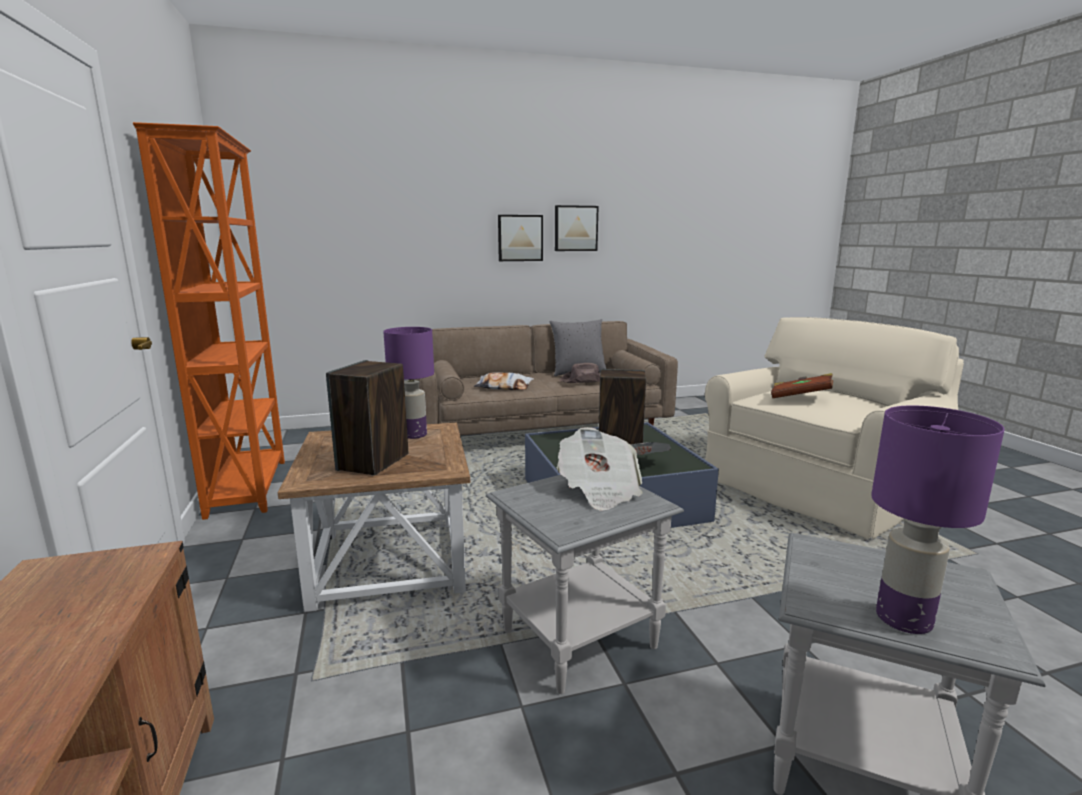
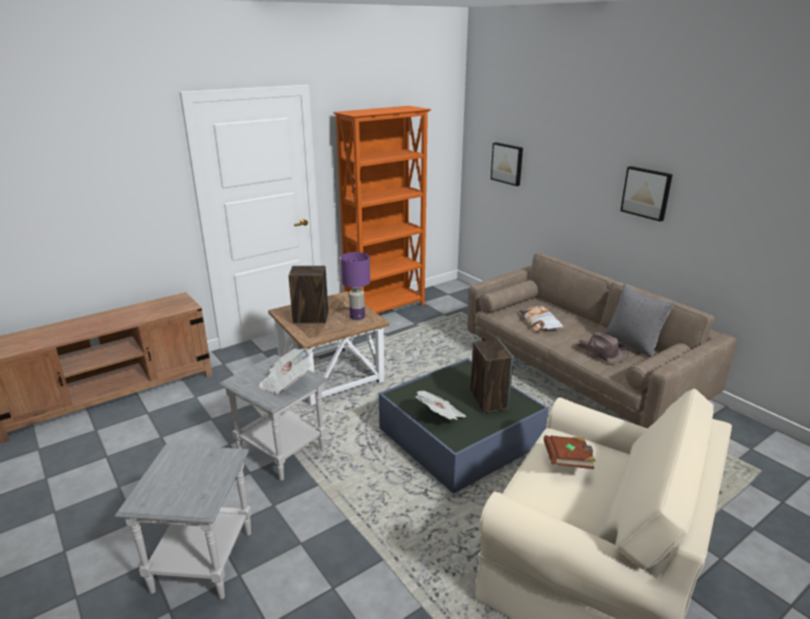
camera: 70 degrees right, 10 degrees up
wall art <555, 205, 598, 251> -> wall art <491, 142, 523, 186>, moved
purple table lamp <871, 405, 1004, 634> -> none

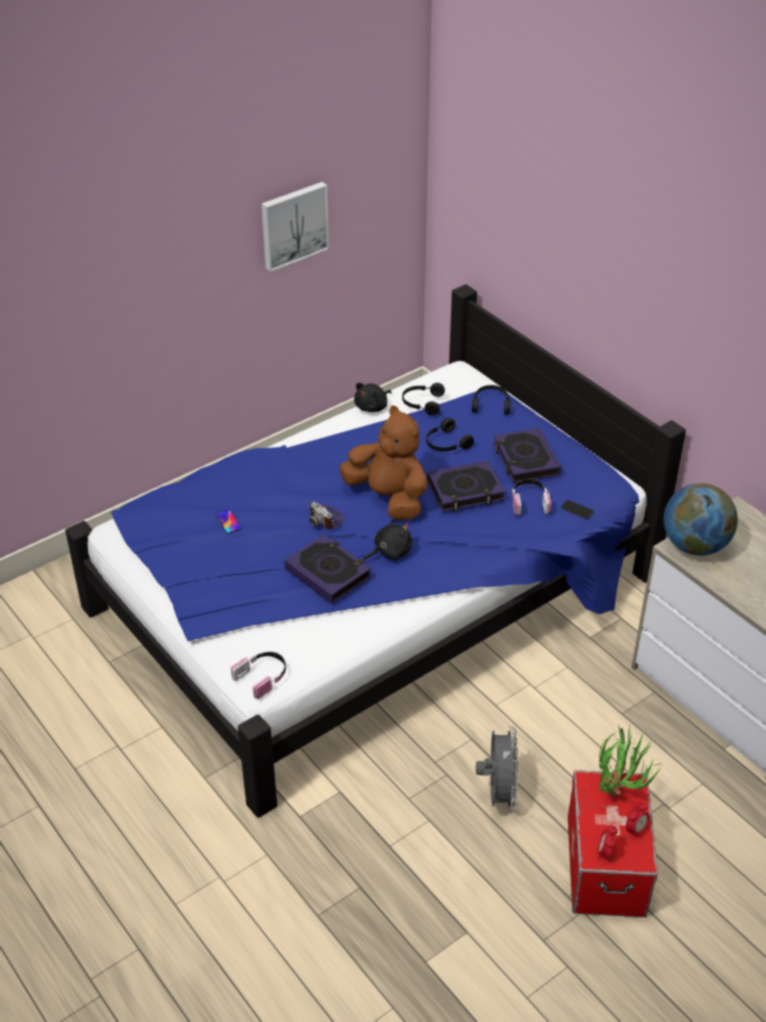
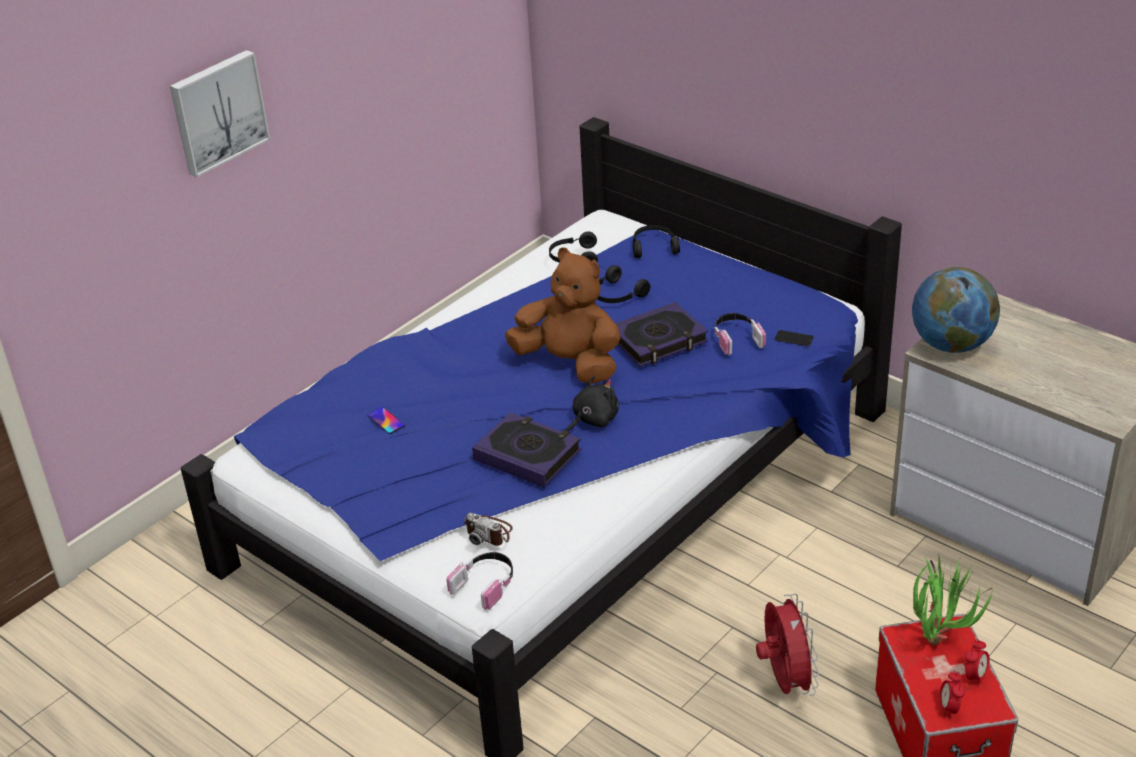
camera: 10 degrees left, 5 degrees down
wall art <261, 182, 329, 272> -> wall art <170, 50, 270, 177>, moved
still camera <309, 502, 344, 529> -> still camera <464, 513, 513, 546>, moved
grey fan <476, 726, 518, 812> -> reddish fan <756, 594, 819, 696>
blackish soft toy <354, 383, 392, 412> -> none
volume <493, 428, 561, 483> -> none

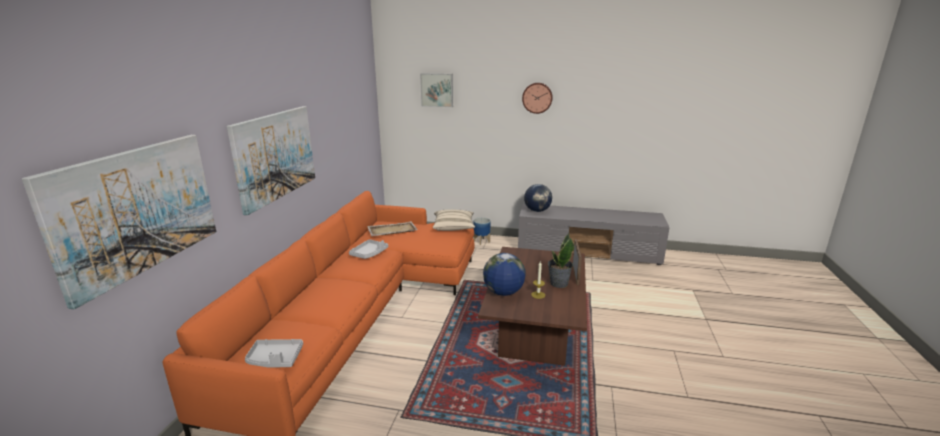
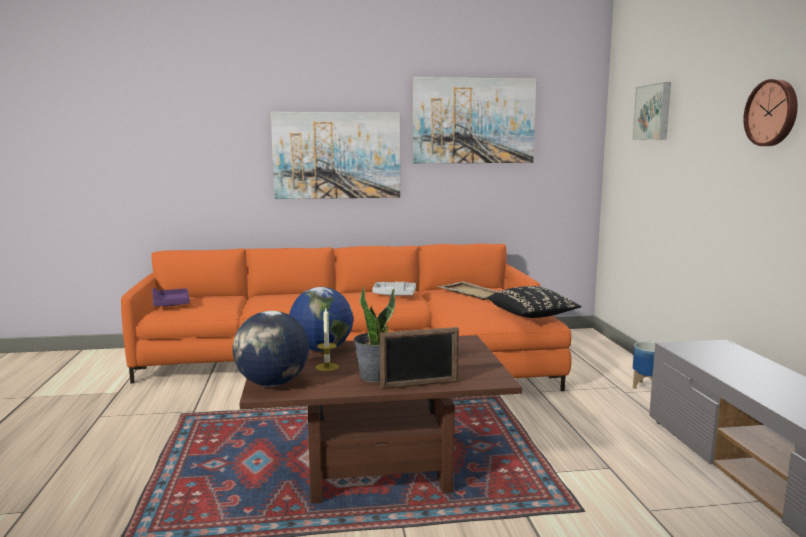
camera: 70 degrees right, 10 degrees down
grey carrying tray <245, 339, 303, 368> -> purple carrying tray <152, 288, 190, 306>
world globe <524, 184, 552, 212> -> world globe <232, 311, 309, 387>, moved
wall art <22, 135, 216, 309> -> wall art <413, 77, 537, 163>, moved
sand-coloured pillow <433, 210, 475, 231> -> blackish pillow <488, 286, 581, 318>

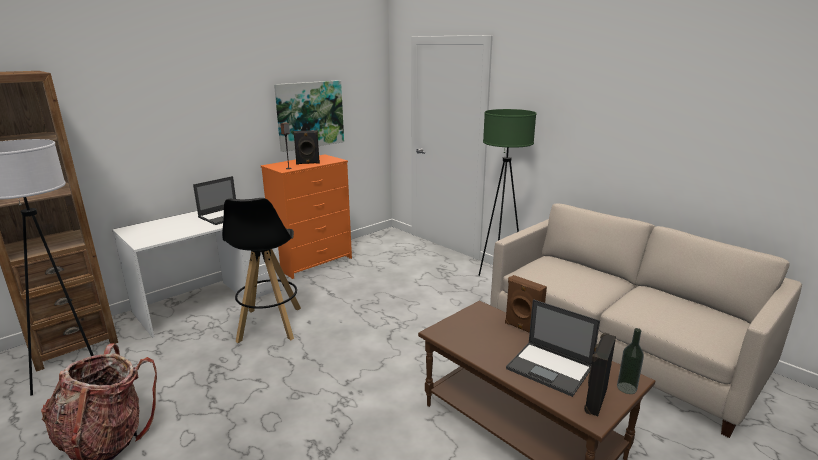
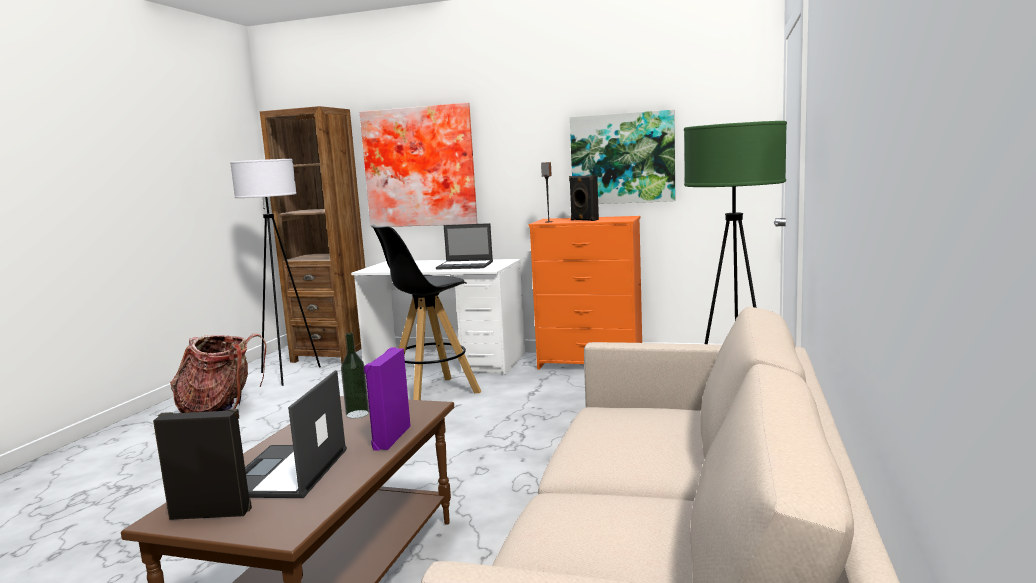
camera: 60 degrees right, 10 degrees down
bottle <617, 328, 644, 394> -> bottle <341, 333, 369, 418>, moved
none -> wall art <360, 103, 477, 227>
brown speaker <505, 275, 547, 333> -> purple speaker <364, 348, 411, 451>

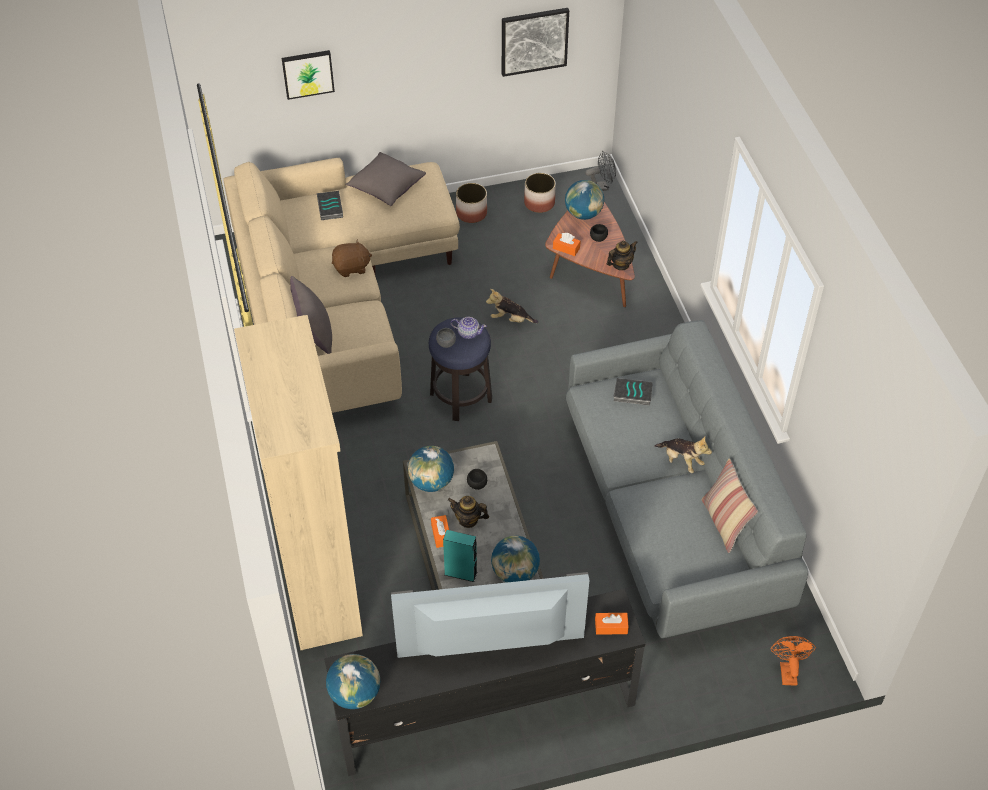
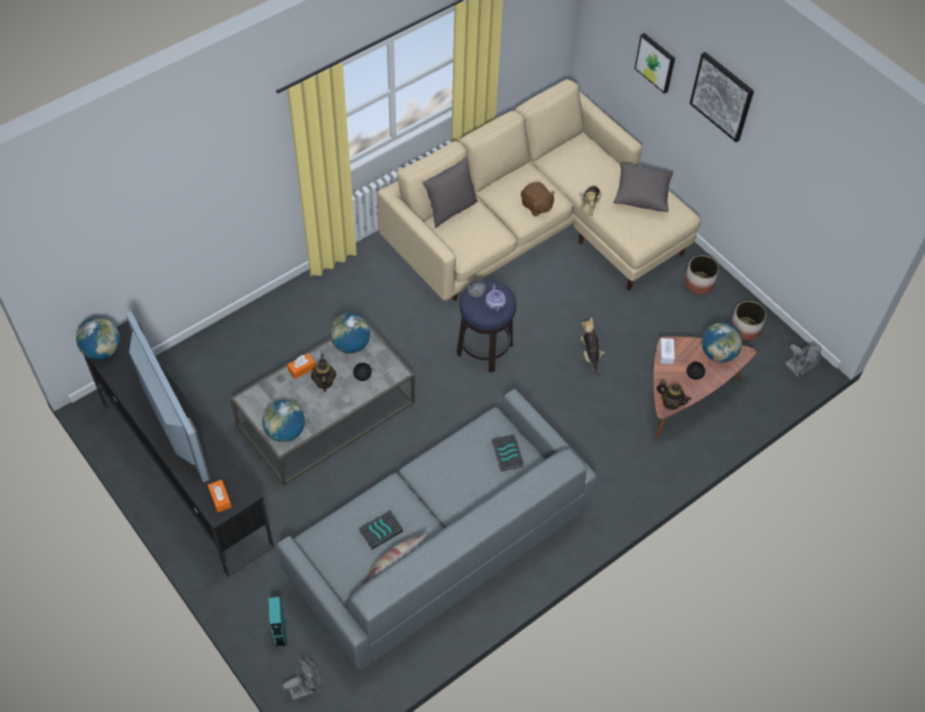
camera: 65 degrees right, 5 degrees up
blue-green speaker <443, 530, 477, 582> -> blue-green speaker <268, 597, 287, 647>, moved
orange-coloured fan <771, 636, 816, 686> -> grey fan <282, 656, 321, 701>
volume <317, 191, 343, 220> -> volume <359, 510, 403, 550>, moved
soft toy <654, 437, 712, 473> -> soft toy <578, 186, 601, 216>, moved
orange-coloured box of tissues <553, 233, 580, 256> -> whitish box of tissues <659, 338, 675, 364>
wall art <502, 8, 569, 77> -> wall art <690, 52, 754, 142>, moved
sand-coloured shelving unit <234, 315, 363, 650> -> none

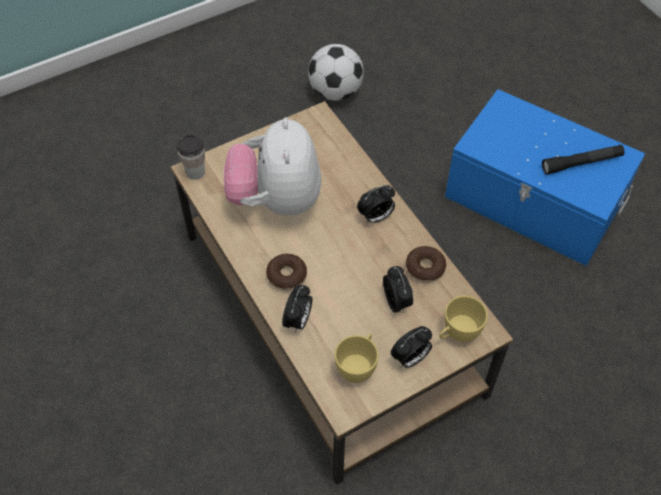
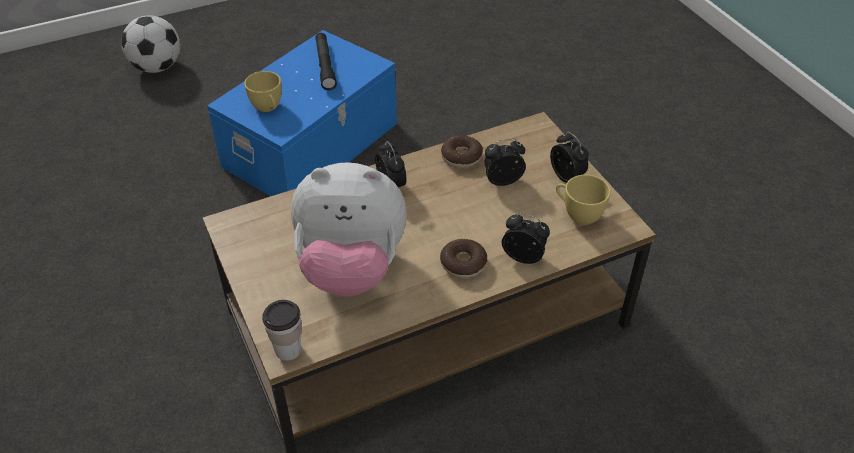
camera: 85 degrees left, 10 degrees down
football <308, 44, 364, 101> -> football <121, 15, 180, 73>, moved
yellow drinking cup <439, 296, 488, 342> -> yellow drinking cup <244, 71, 282, 112>, moved

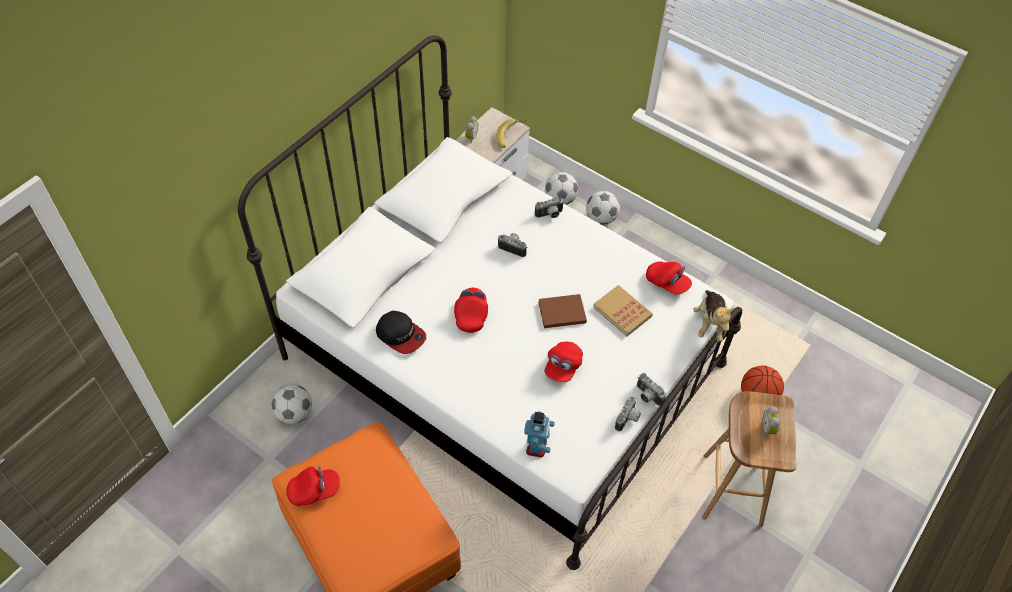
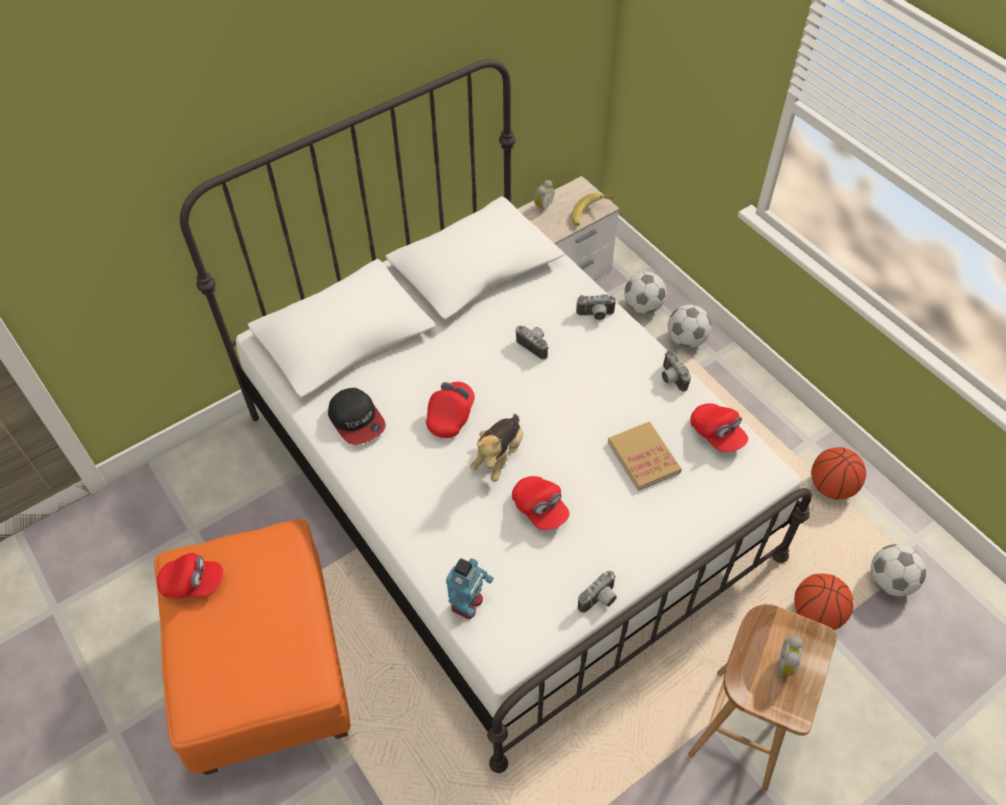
camera: 20 degrees right, 0 degrees up
soft toy <693, 290, 734, 342> -> soft toy <470, 414, 523, 482>, moved
reddish peaked cap <544, 342, 583, 382> -> reddish peaked cap <512, 476, 569, 530>, 75 degrees counterclockwise
still camera <637, 373, 666, 406> -> still camera <662, 349, 691, 392>, moved
none -> basketball ball <811, 447, 866, 499>
football <272, 384, 312, 424> -> football <871, 544, 926, 596>, moved
brown volume <538, 294, 587, 328> -> none

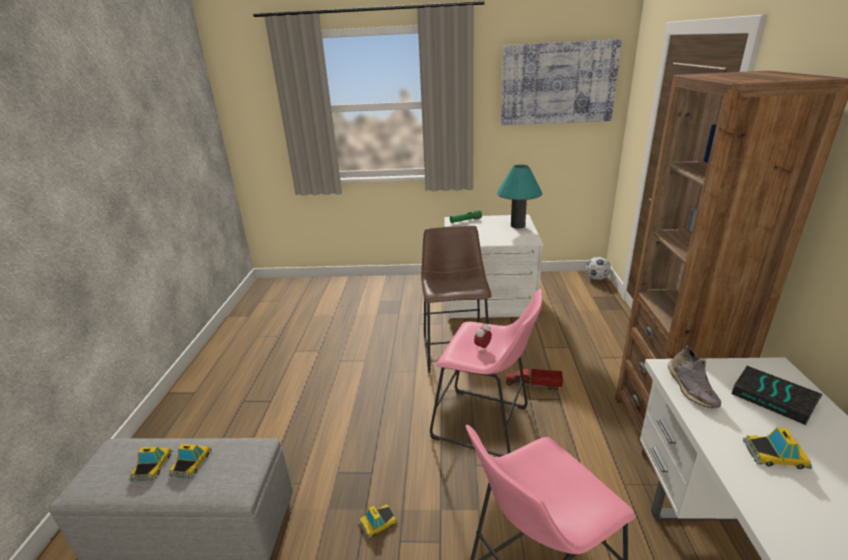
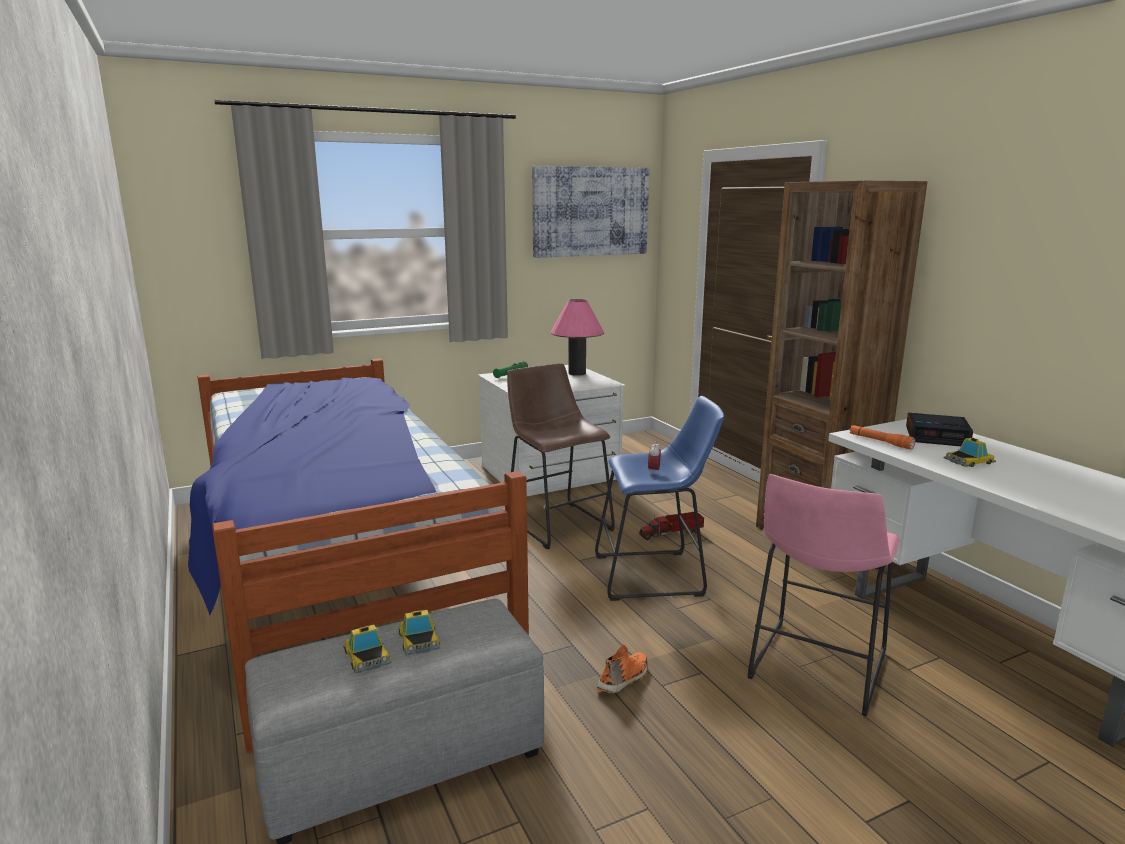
camera: 30 degrees left, 10 degrees down
none -> sleeping bed <188, 358, 529, 753>
blue-green table lamp <497, 165, 542, 228> -> pink-coloured table lamp <551, 299, 604, 376>
pink-coloured stool seat <430, 289, 542, 457> -> blue-coloured stool seat <595, 396, 724, 601>
model car <359, 504, 398, 540> -> orange-coloured shoe <597, 645, 648, 693>
grey shoe <668, 345, 721, 408> -> orange-coloured flashlight <850, 425, 915, 450>
volume <731, 366, 823, 425> -> table clock <906, 413, 973, 446>
football <586, 257, 611, 280> -> none

